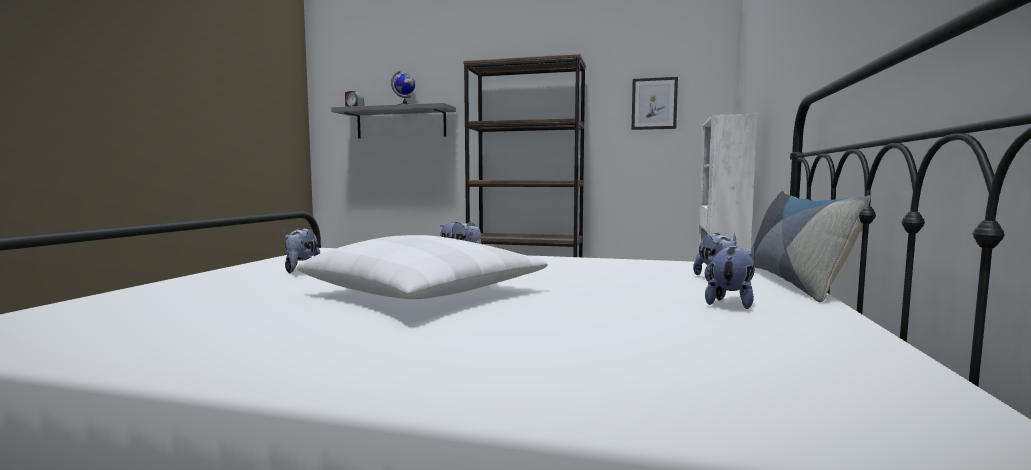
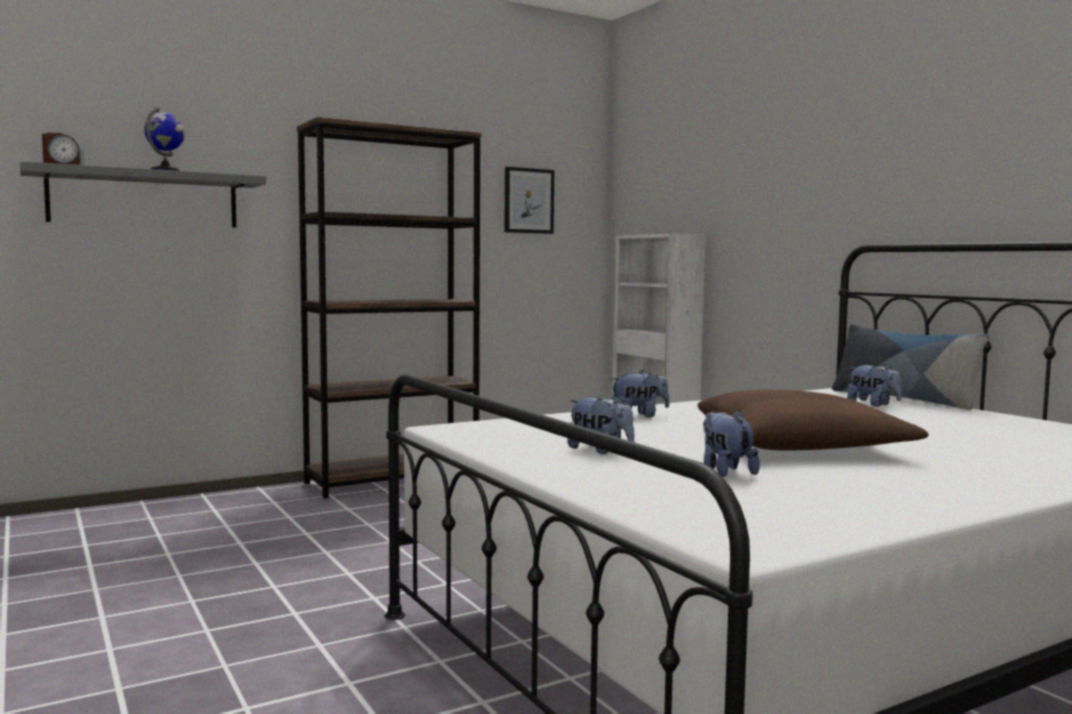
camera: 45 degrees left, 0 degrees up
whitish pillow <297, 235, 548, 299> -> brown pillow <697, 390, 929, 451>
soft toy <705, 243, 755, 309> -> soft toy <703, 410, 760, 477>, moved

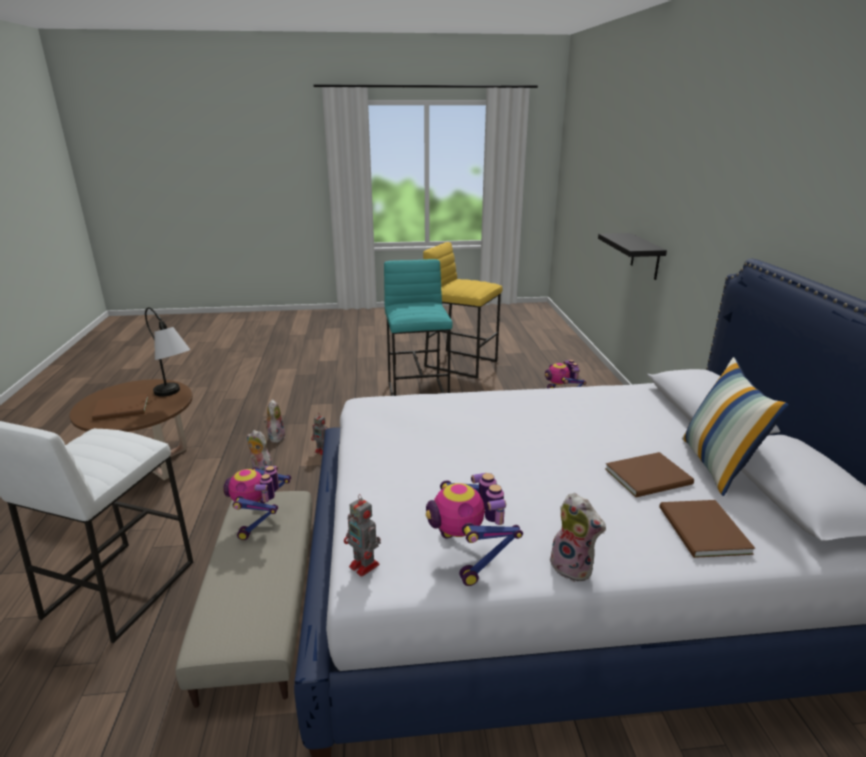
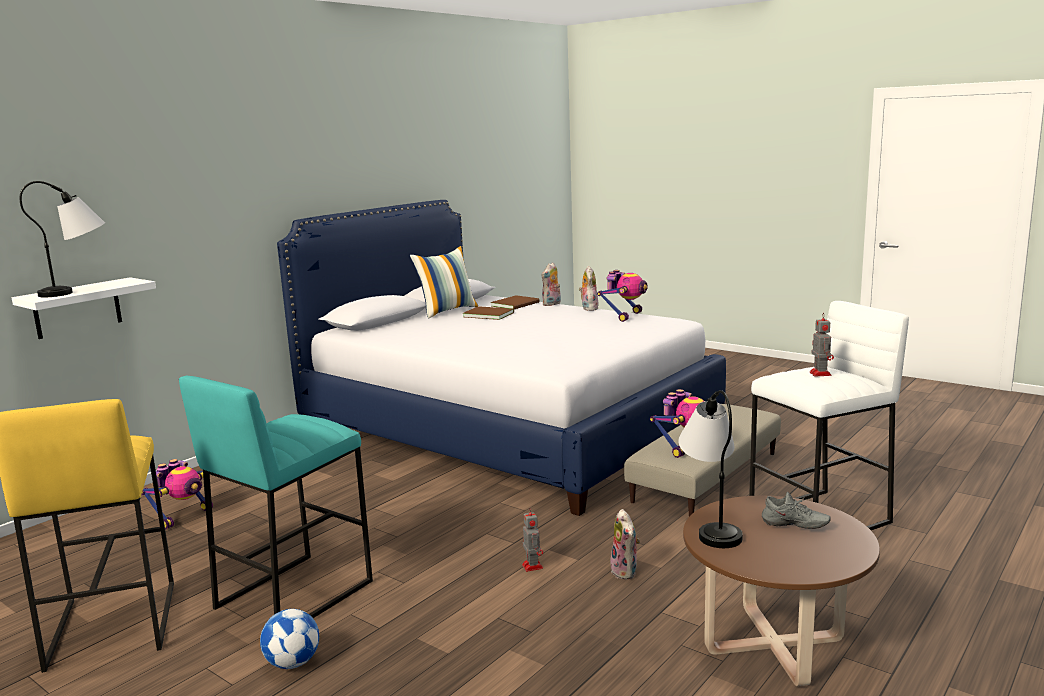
camera: 135 degrees left, 10 degrees down
blackish bracket shelf <598, 233, 667, 280> -> whitish bracket shelf <12, 277, 156, 339>
none -> table lamp <20, 181, 105, 297>
none -> football <260, 609, 319, 669>
soft toy <264, 399, 285, 443> -> soft toy <542, 262, 561, 306>, moved
brown volume <92, 394, 148, 421> -> grey shoe <762, 492, 831, 529>
toy robot <344, 494, 381, 577> -> toy robot <809, 313, 834, 377>, moved

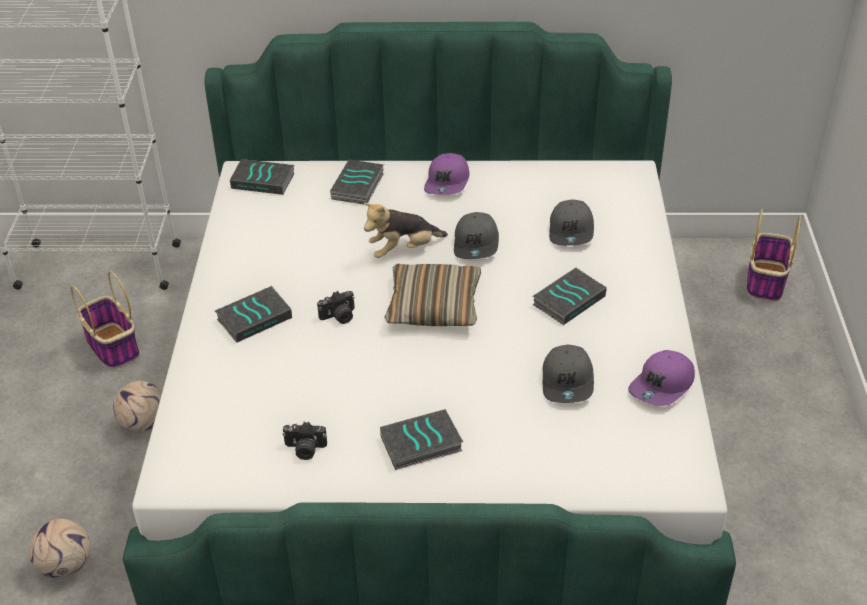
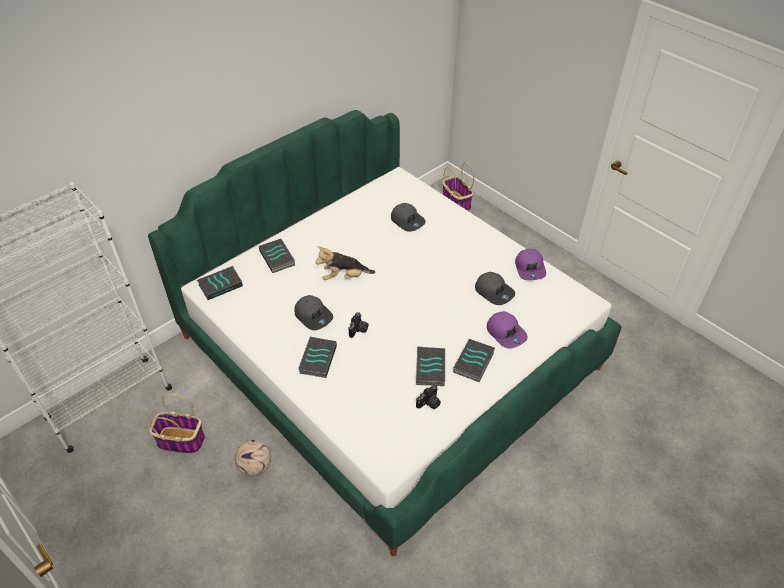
camera: 45 degrees left, 5 degrees up
grey peaked cap <454, 212, 499, 259> -> grey peaked cap <294, 295, 333, 330>, moved
soft toy <364, 203, 448, 258> -> soft toy <316, 246, 375, 280>, 60 degrees clockwise
volume <532, 268, 607, 325> -> volume <416, 346, 445, 386>, moved
purple peaked cap <424, 153, 470, 195> -> purple peaked cap <487, 311, 528, 348>, moved
football <29, 519, 90, 579> -> none
pillow <384, 264, 481, 326> -> none

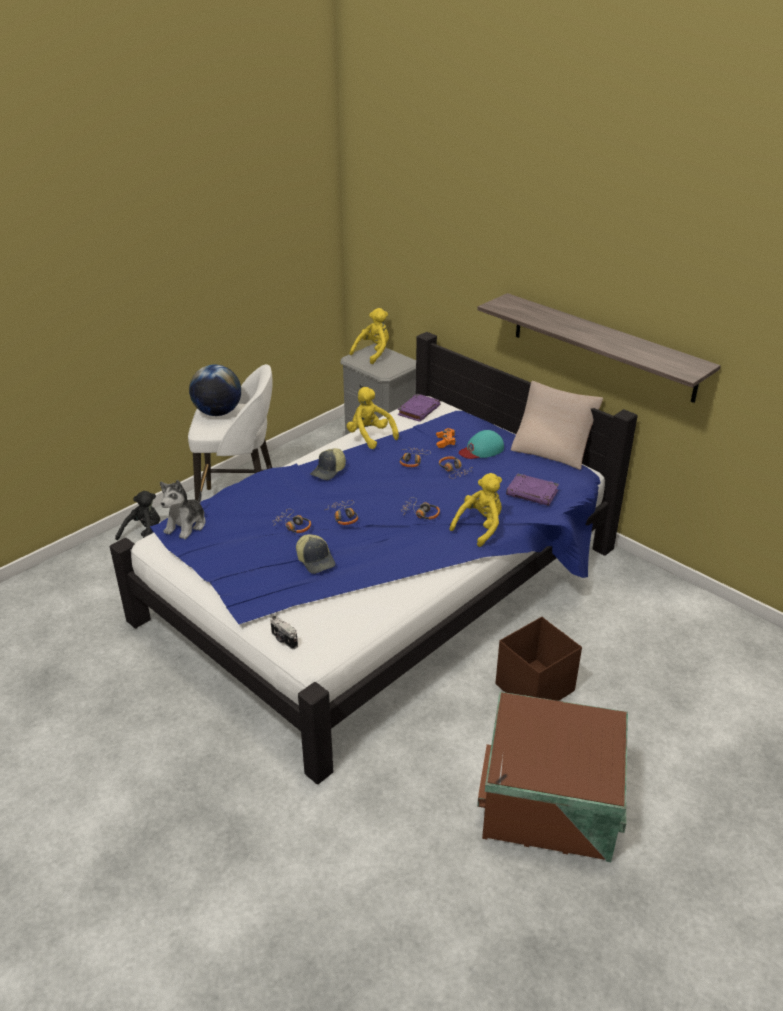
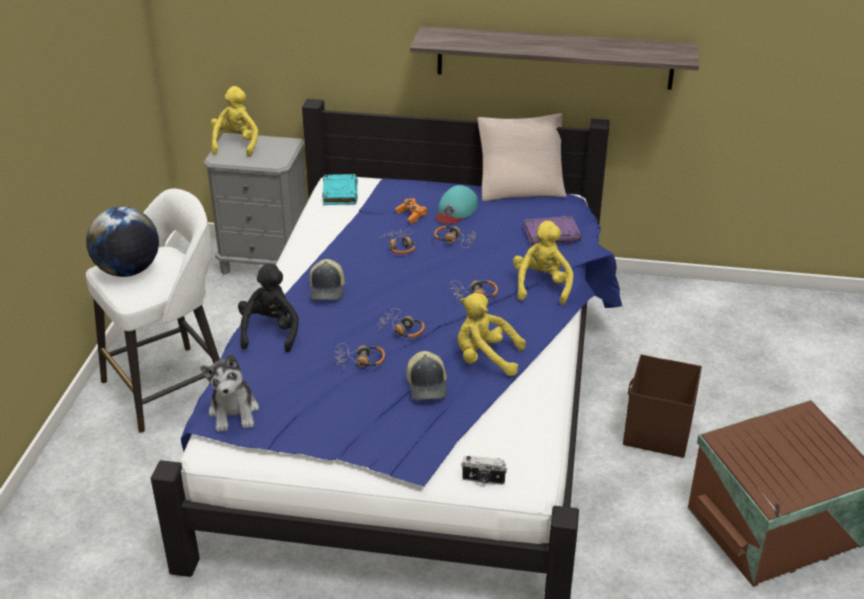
camera: 35 degrees left, 0 degrees up
blackish soft toy <115, 491, 160, 540> -> blackish soft toy <238, 264, 299, 352>, moved
purple volume <398, 394, 441, 422> -> blue-green volume <322, 174, 358, 205>
peaked cap <296, 534, 335, 574> -> peaked cap <407, 351, 447, 400>, 60 degrees clockwise
yellow soft toy <347, 387, 399, 449> -> yellow soft toy <458, 293, 526, 376>, moved

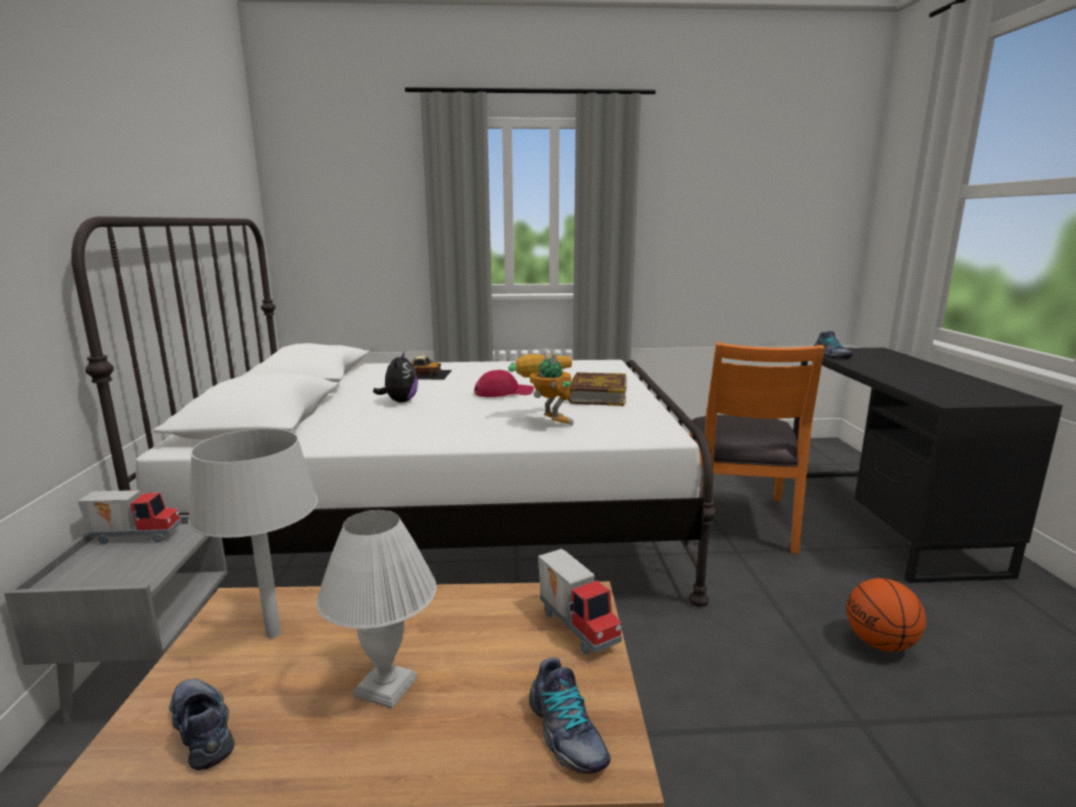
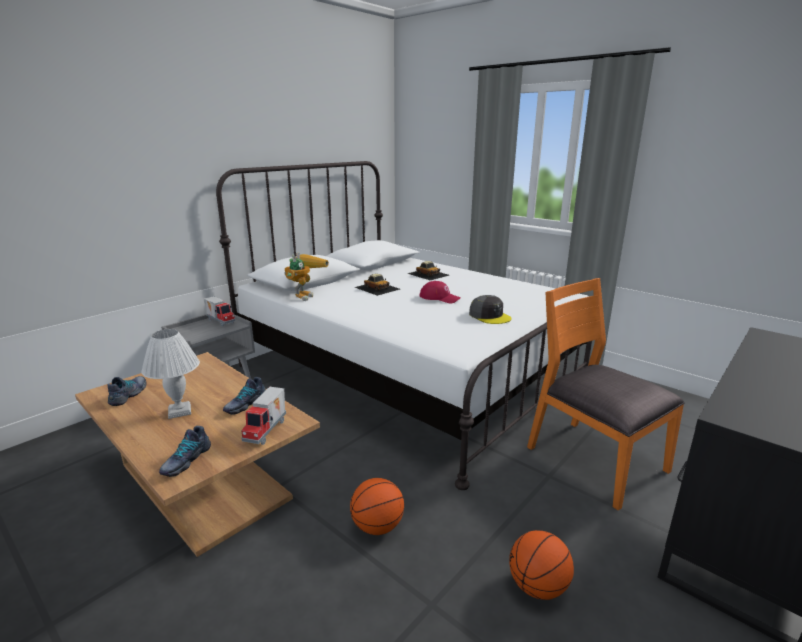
camera: 45 degrees right, 5 degrees up
shoe <814, 331, 853, 359> -> shoe <223, 377, 266, 415>, moved
toy robot <508, 348, 574, 426> -> toy robot <284, 252, 329, 301>, moved
none -> basketball ball <350, 478, 404, 535>
soft toy <373, 352, 418, 403> -> model car <355, 274, 400, 296>
volume <568, 372, 627, 406> -> grey peaked cap <469, 295, 512, 324>
orange-coloured chair <690, 342, 825, 554> -> orange-coloured chair <527, 278, 685, 511>, 90 degrees clockwise
grey table lamp <188, 429, 318, 638> -> none

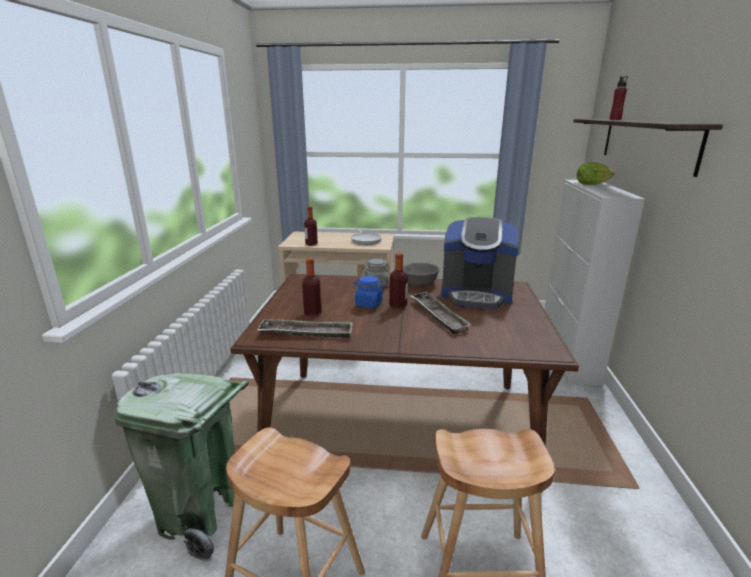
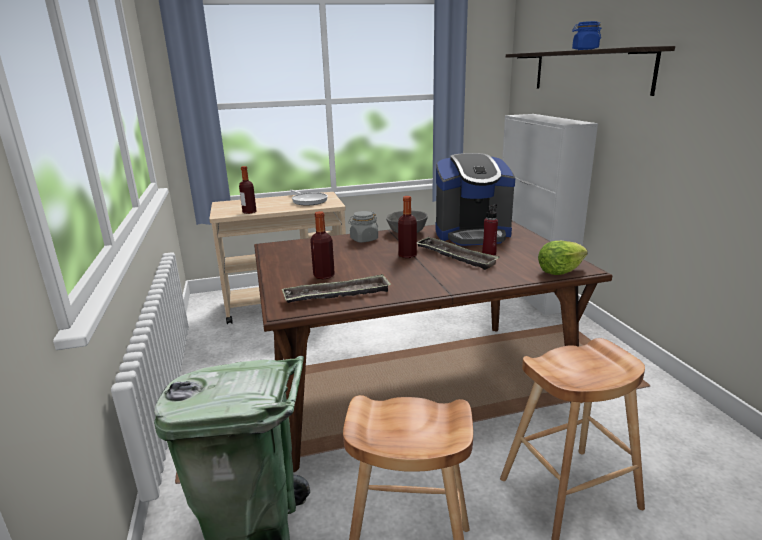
camera: 20 degrees left, 0 degrees up
reddish bottle <609, 76, 628, 120> -> reddish bottle <482, 204, 498, 256>, moved
head of lettuce <577, 162, 614, 185> -> head of lettuce <538, 241, 588, 275>, moved
blue-coloured preserve jar <354, 276, 384, 308> -> blue-coloured preserve jar <572, 21, 601, 50>, moved

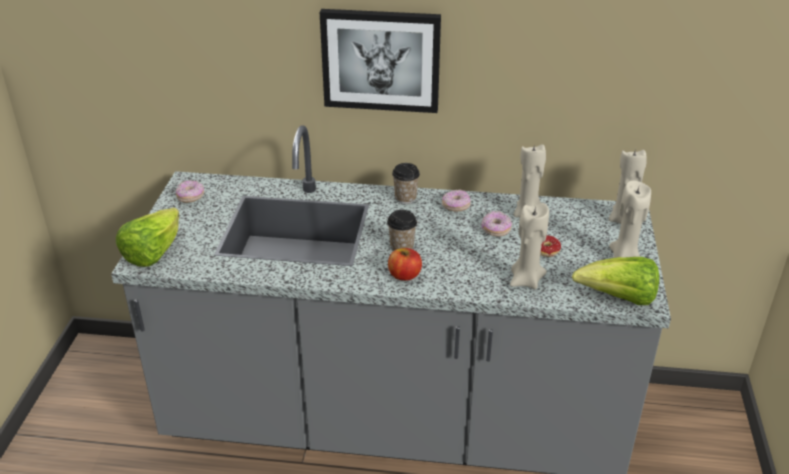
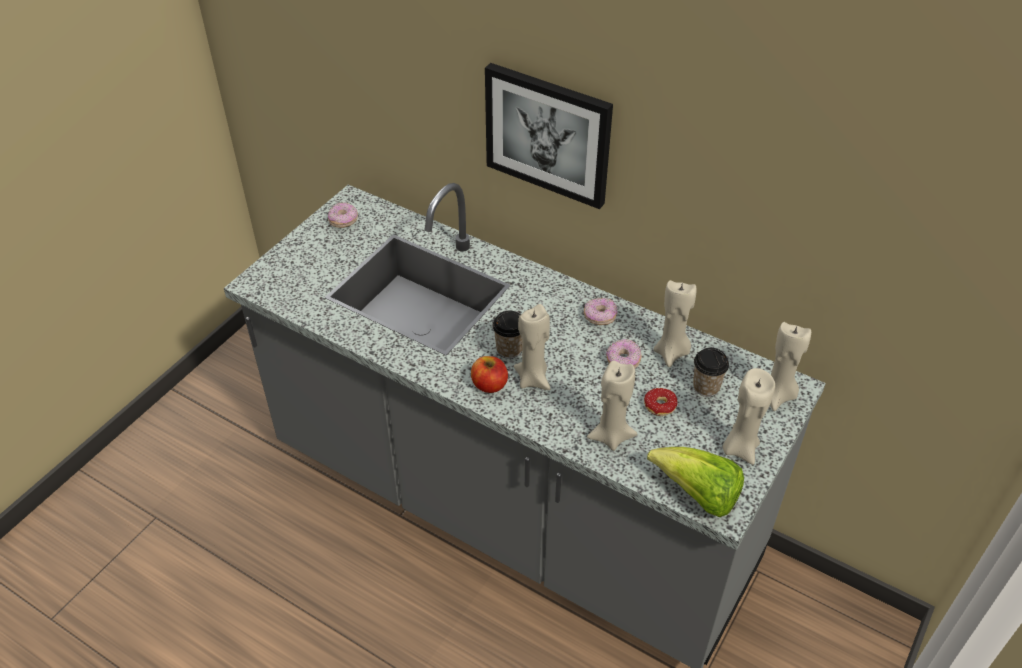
camera: 25 degrees right, 10 degrees up
none -> sand-coloured candle <514, 304, 551, 390>
drinking cup <392, 163, 420, 204> -> drinking cup <693, 348, 729, 397>, moved
head of lettuce <116, 207, 179, 267> -> none

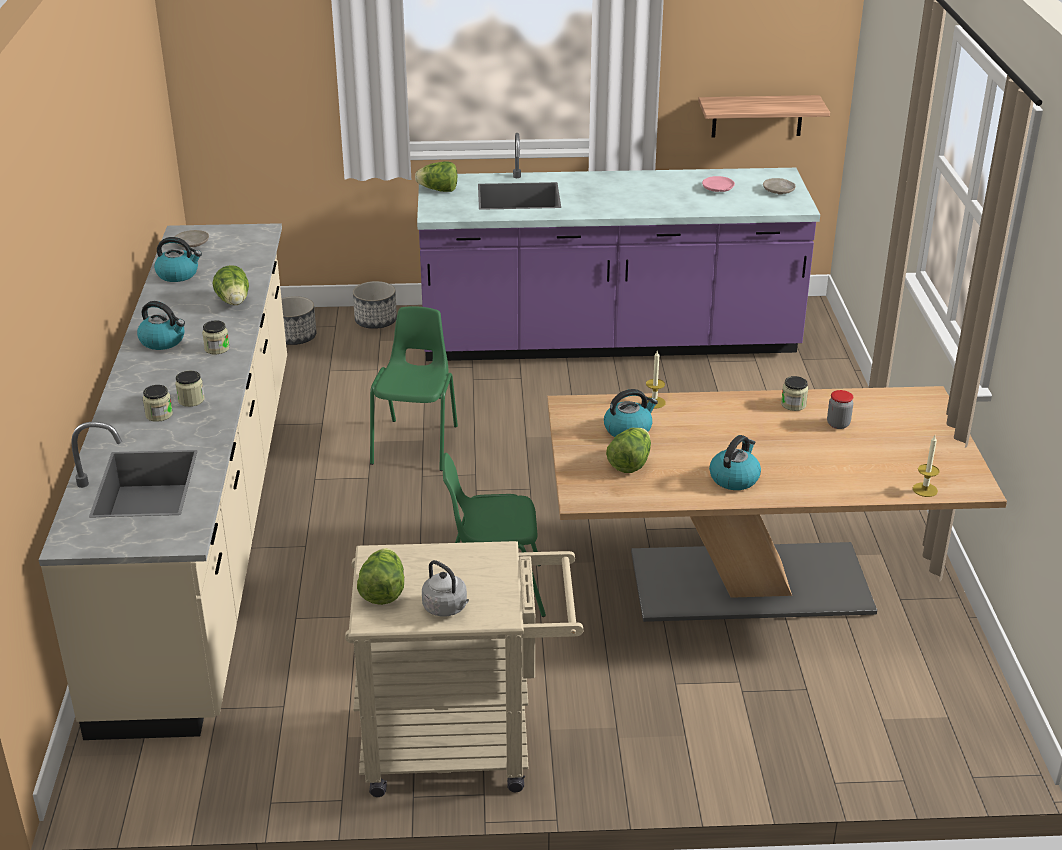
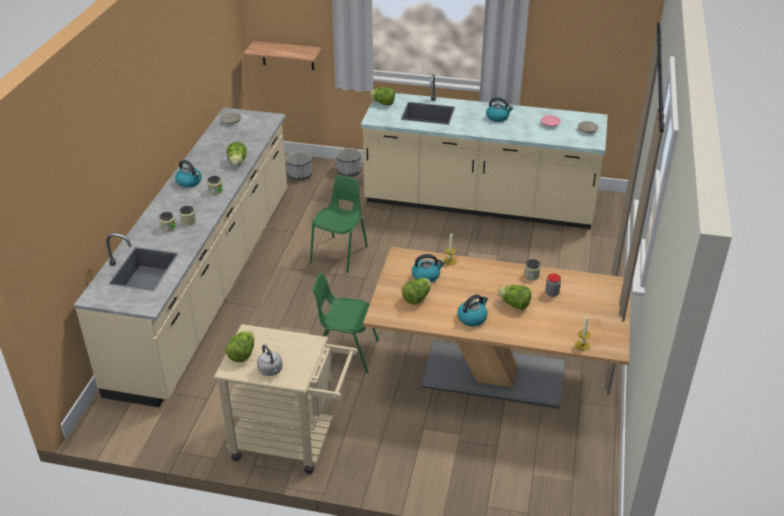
camera: 15 degrees right, 5 degrees up
bracket shelf <698, 95, 830, 138> -> bracket shelf <243, 41, 322, 70>, moved
purple kitchen base unit <417, 133, 820, 361> -> sand-coloured kitchen base unit <361, 75, 608, 229>
kettle <154, 237, 202, 282> -> kettle <486, 97, 513, 122>, moved
none -> head of lettuce <498, 285, 531, 310>

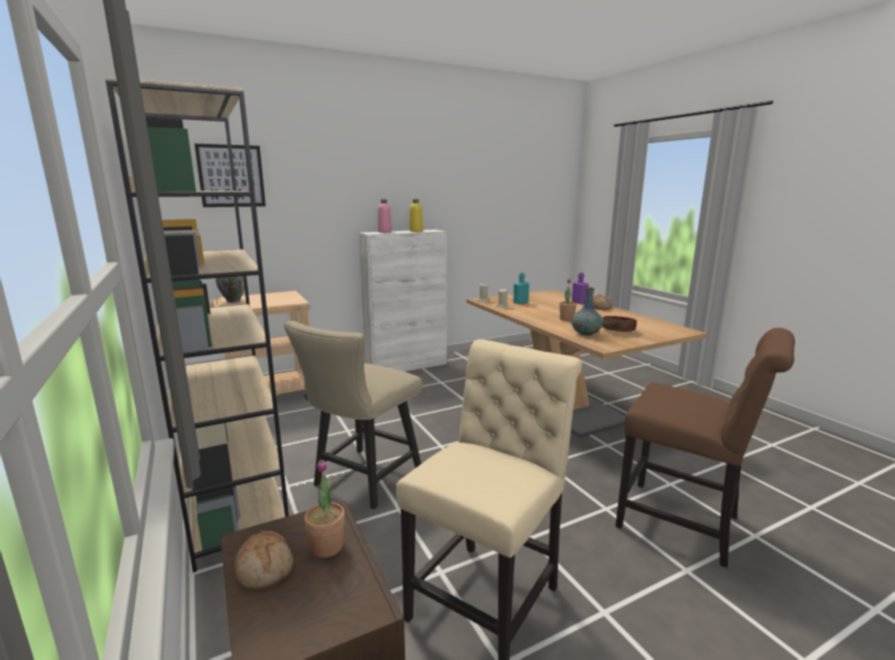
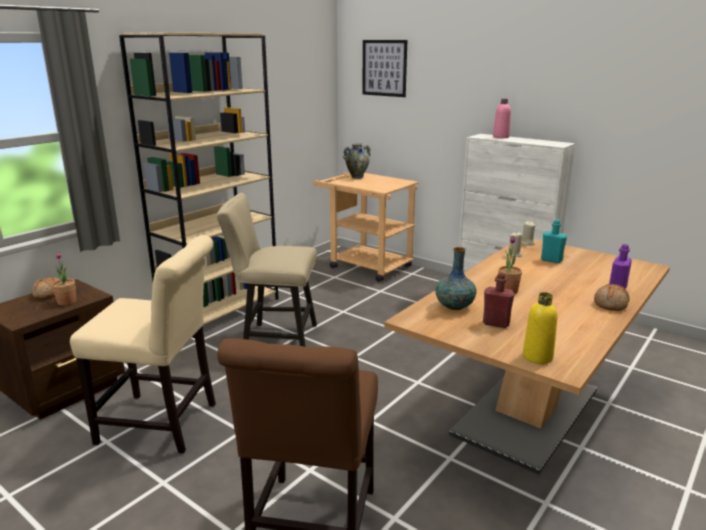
camera: 65 degrees right, 5 degrees up
bowl <602, 316, 637, 332> -> reddish bottle <483, 272, 515, 328>
yellow bottle <409, 199, 423, 232> -> yellow bottle <523, 292, 558, 364>, moved

